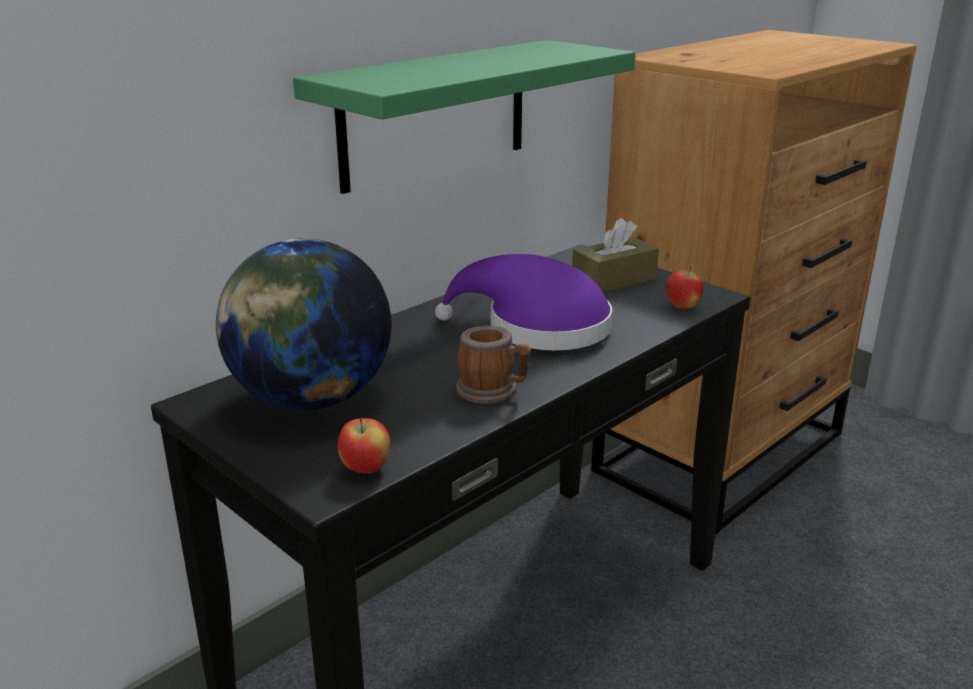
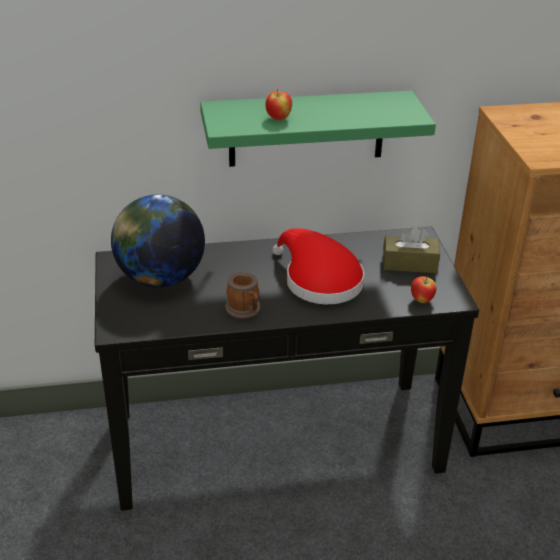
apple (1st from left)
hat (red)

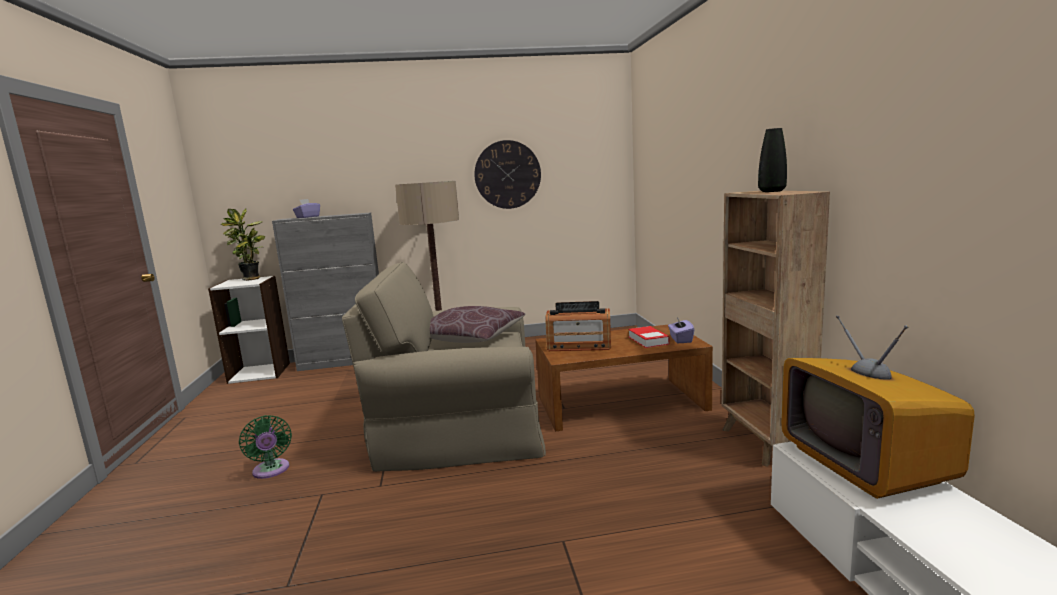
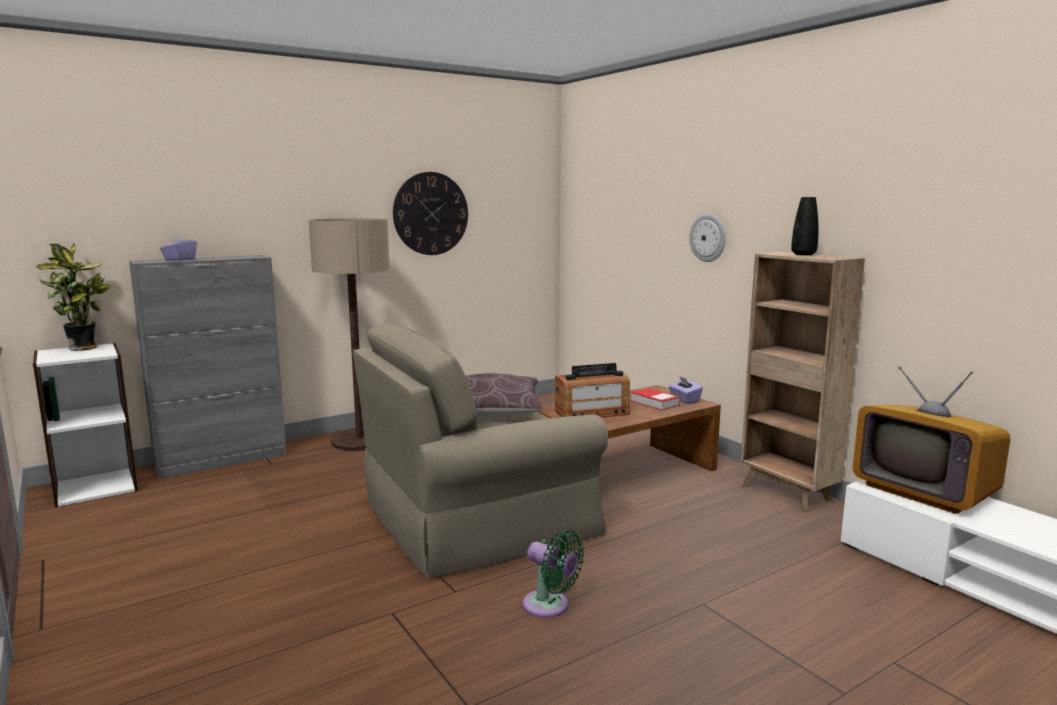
wall clock (2nd from left)
fan (green)

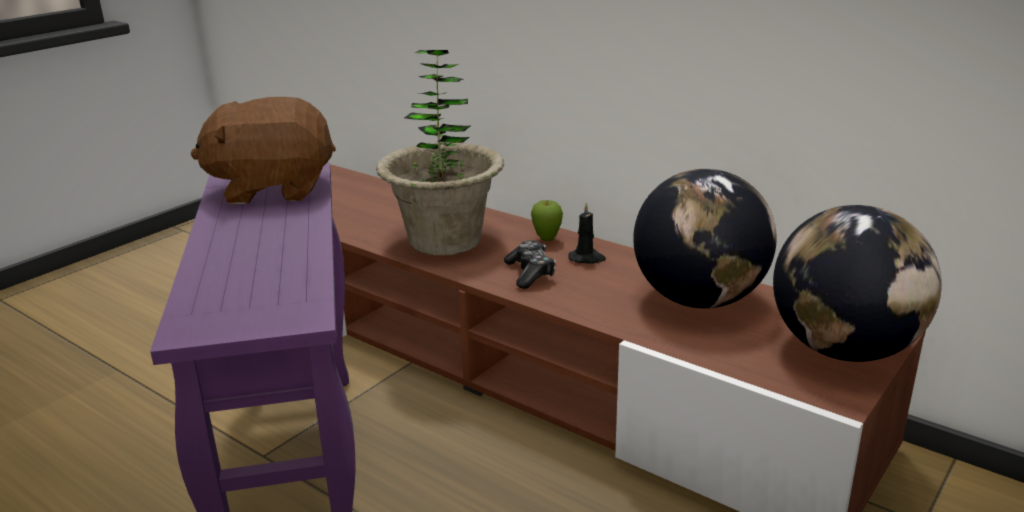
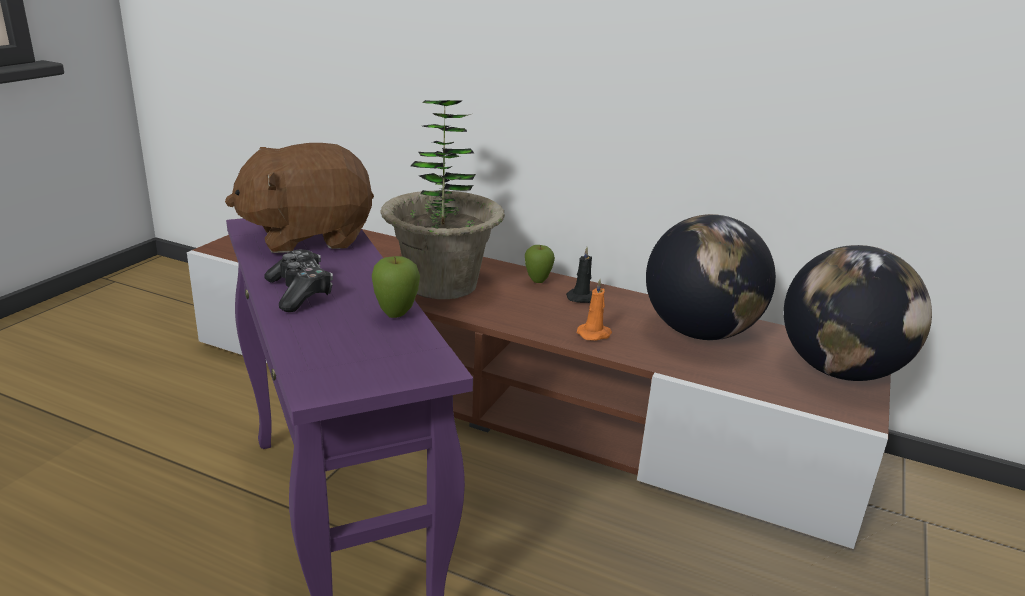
apple (1st from left)
candle (orange)
game controller

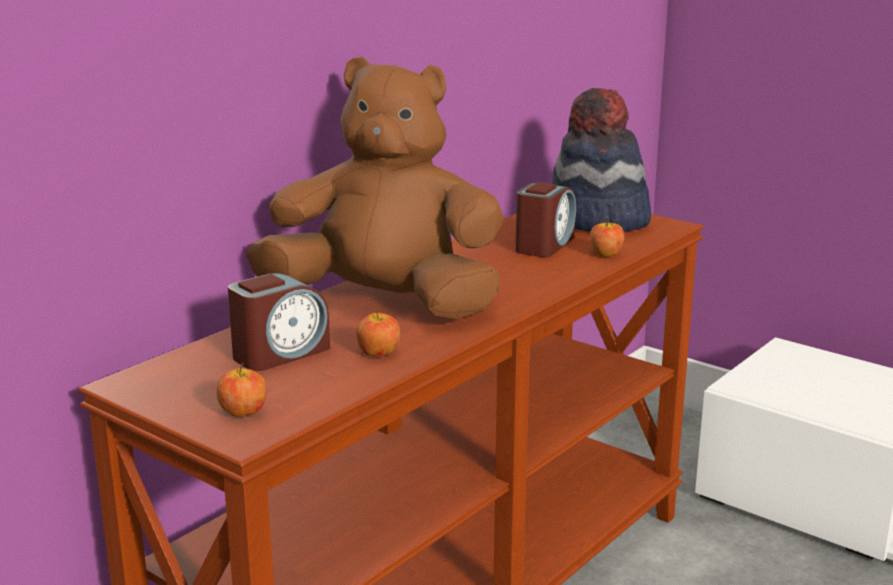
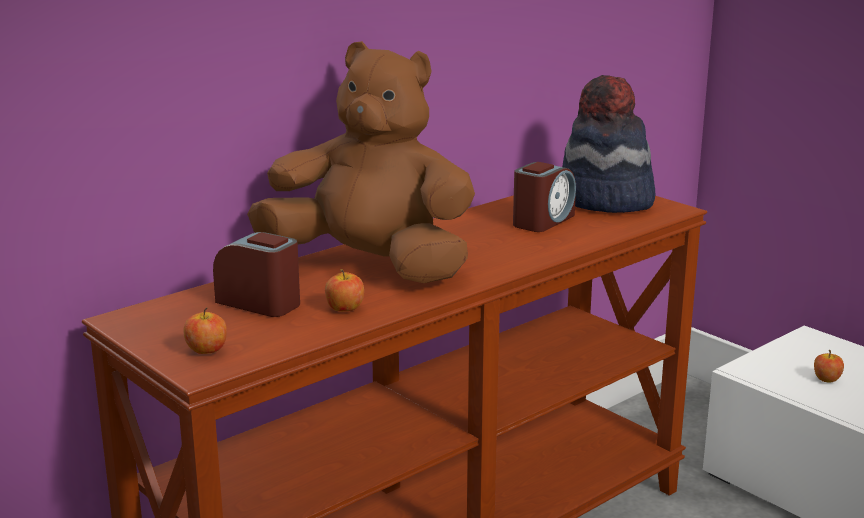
apple (3rd from left)
alarm clock (1st from left)

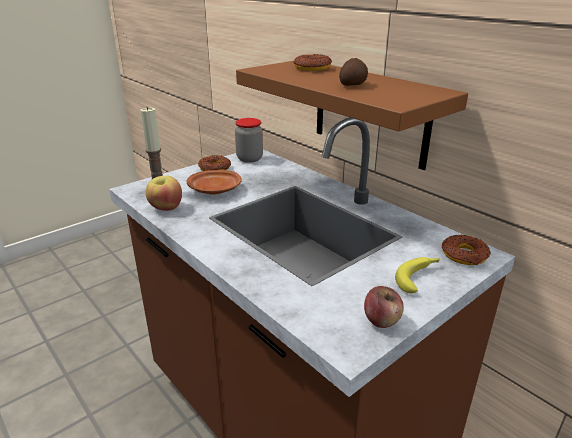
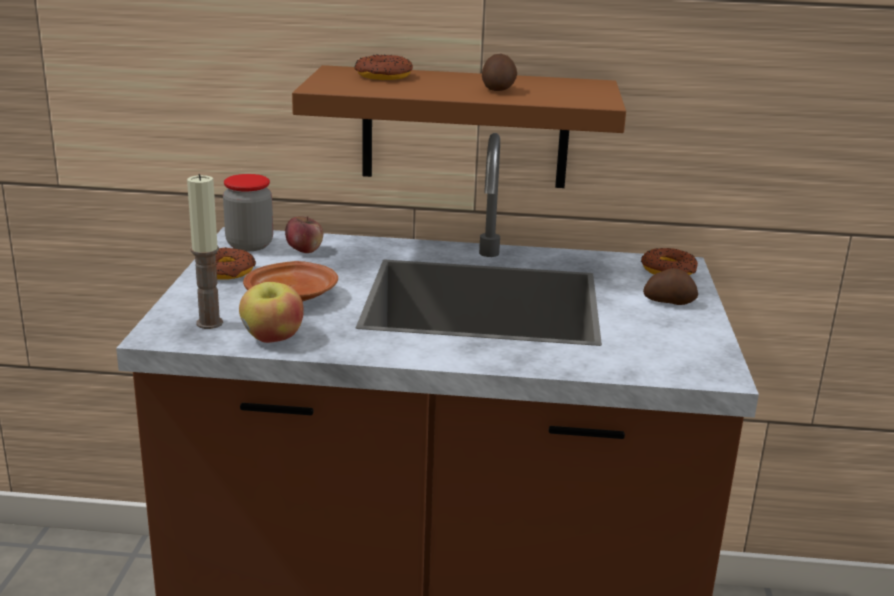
apple (2nd from left)
potato (2nd from left)

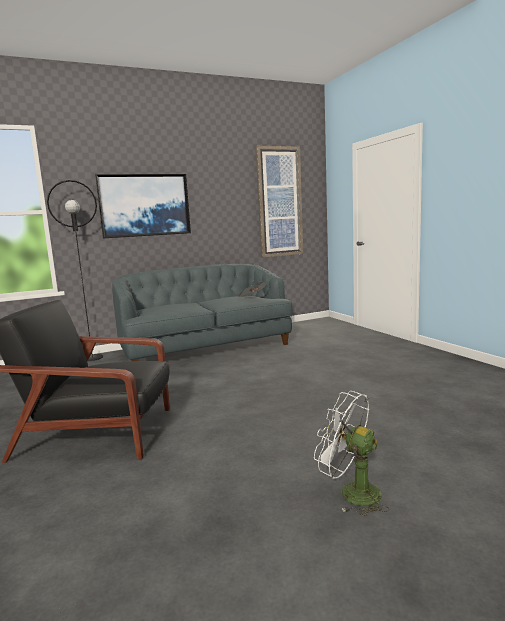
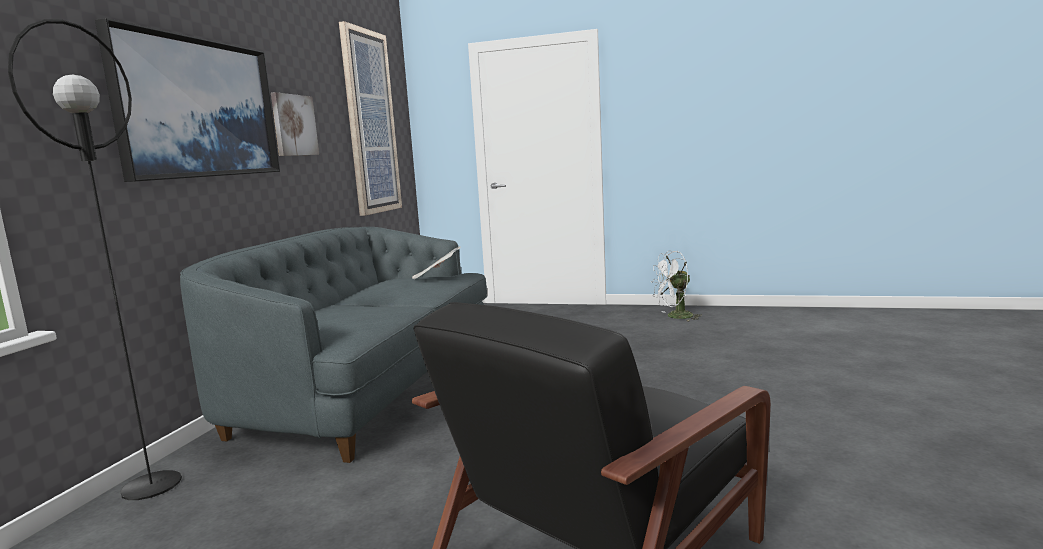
picture (2nd from left)
fan (white)

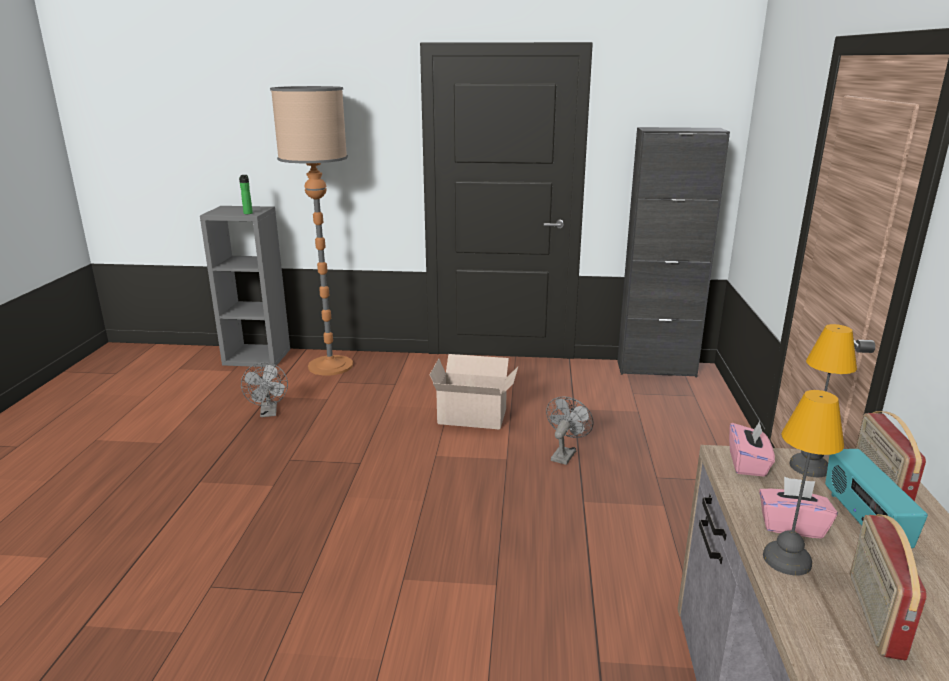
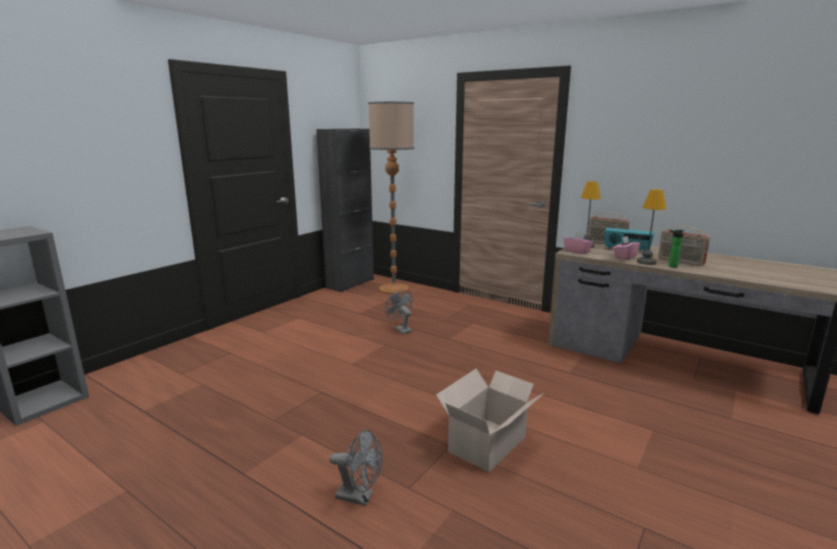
bottle
fan (grey) (1st from left)
floor lamp
cardboard box

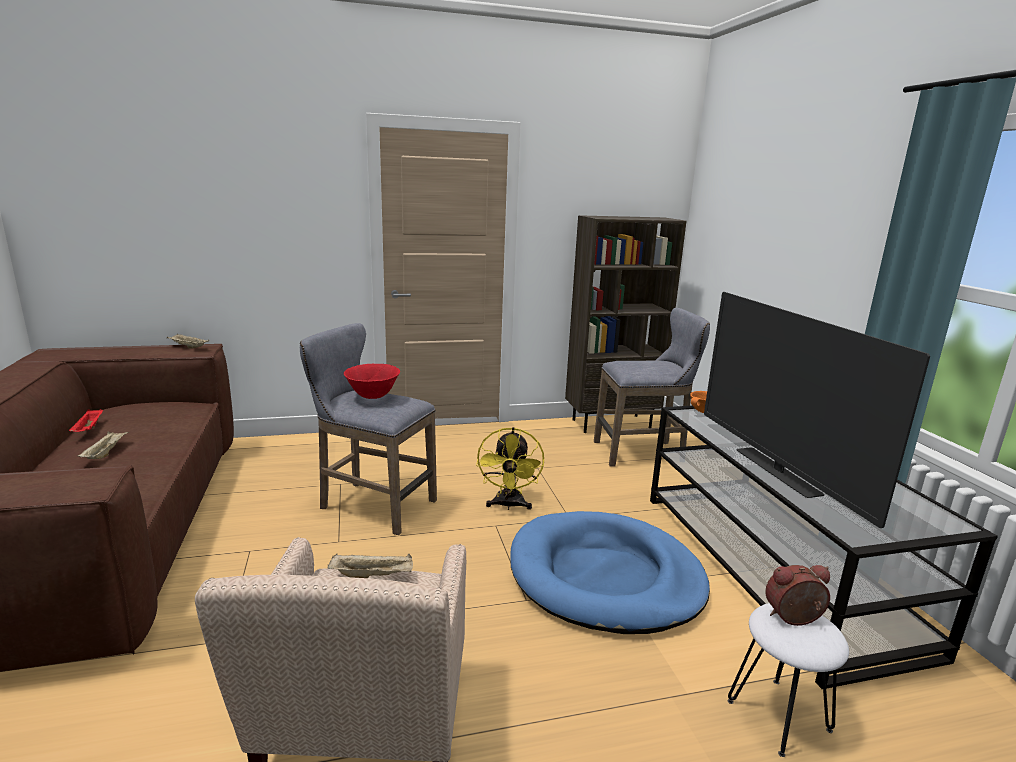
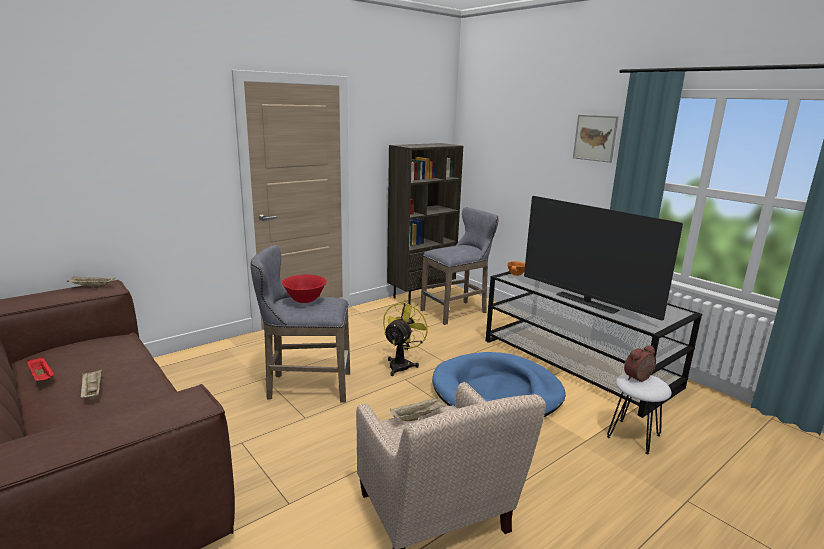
picture
fan (yellow)

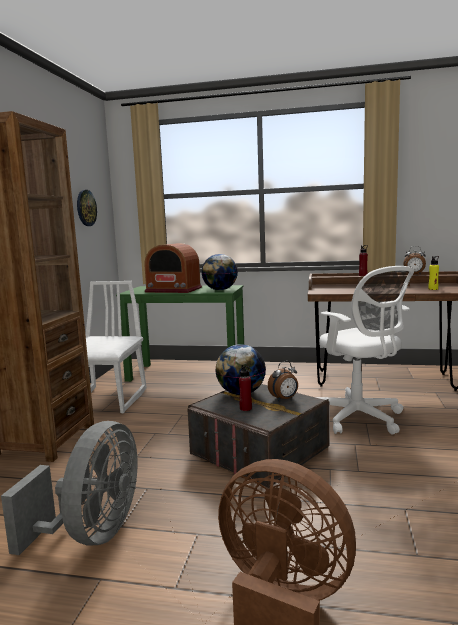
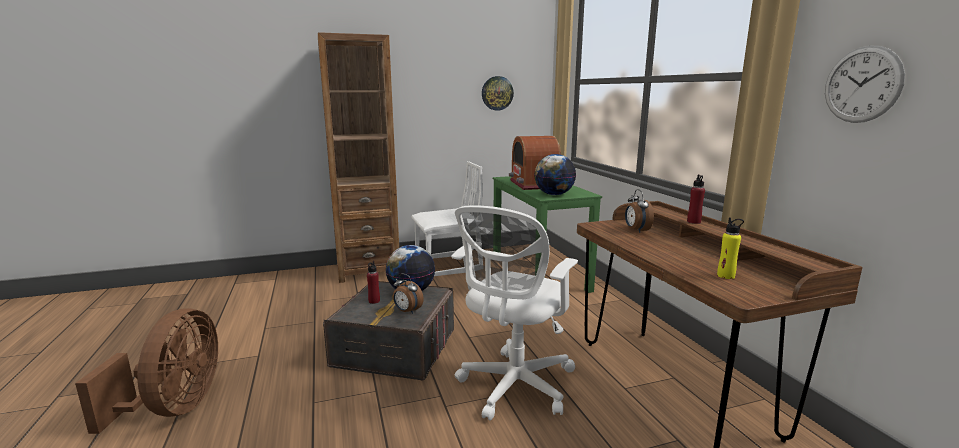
fan (grey)
wall clock (2nd from left)
alarm clock (2nd from left)

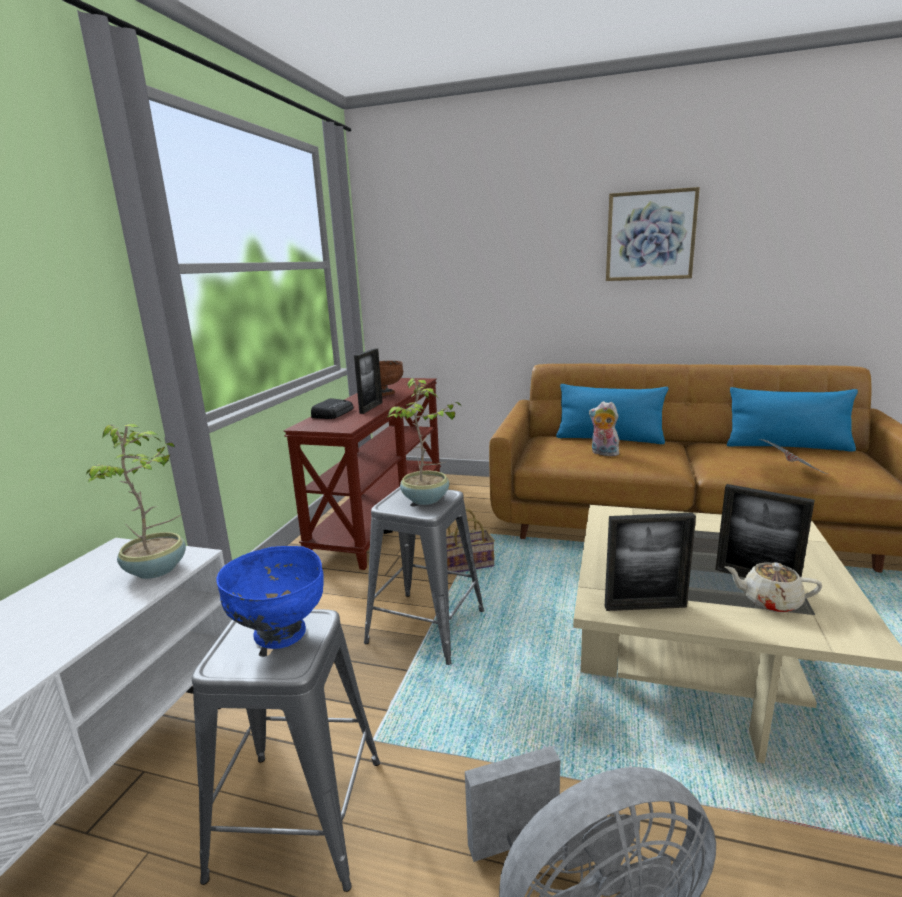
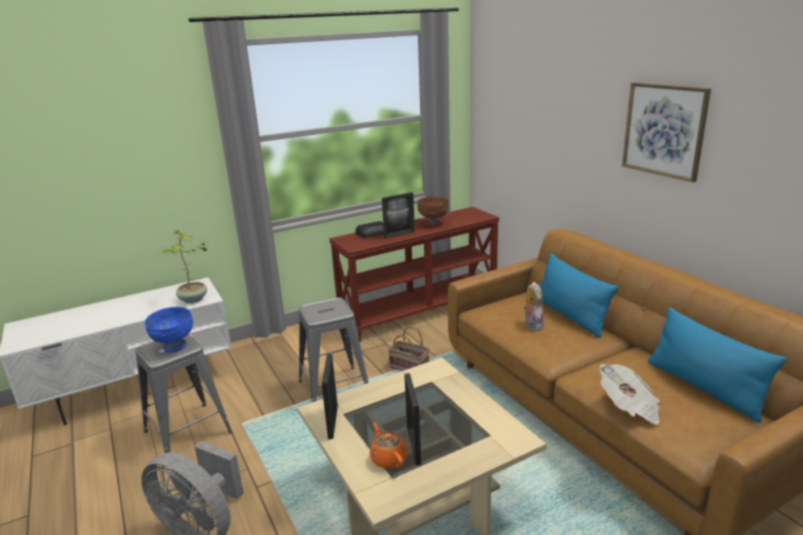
potted plant (2nd from left in the first image)
teapot (orange)
picture frame (1st from left)

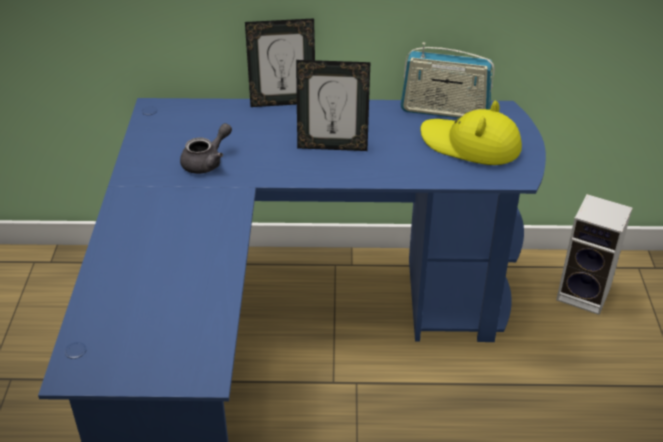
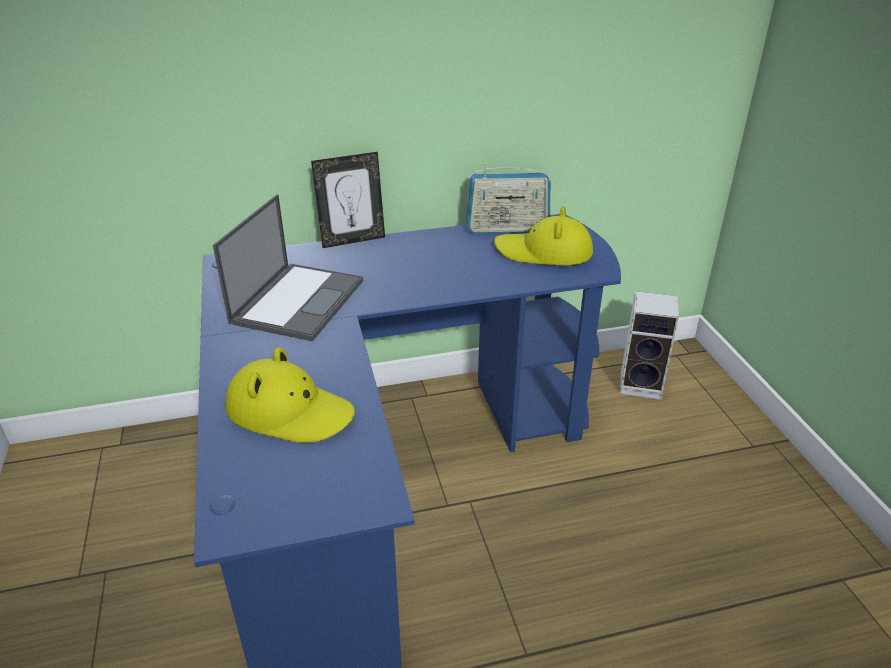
picture frame (2nd from left in the first image)
hat (yellow) (1st from left)
laptop

